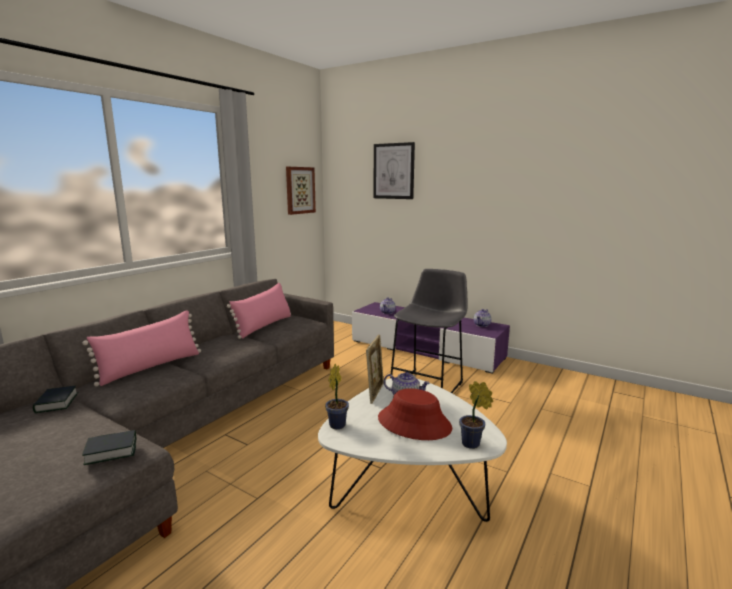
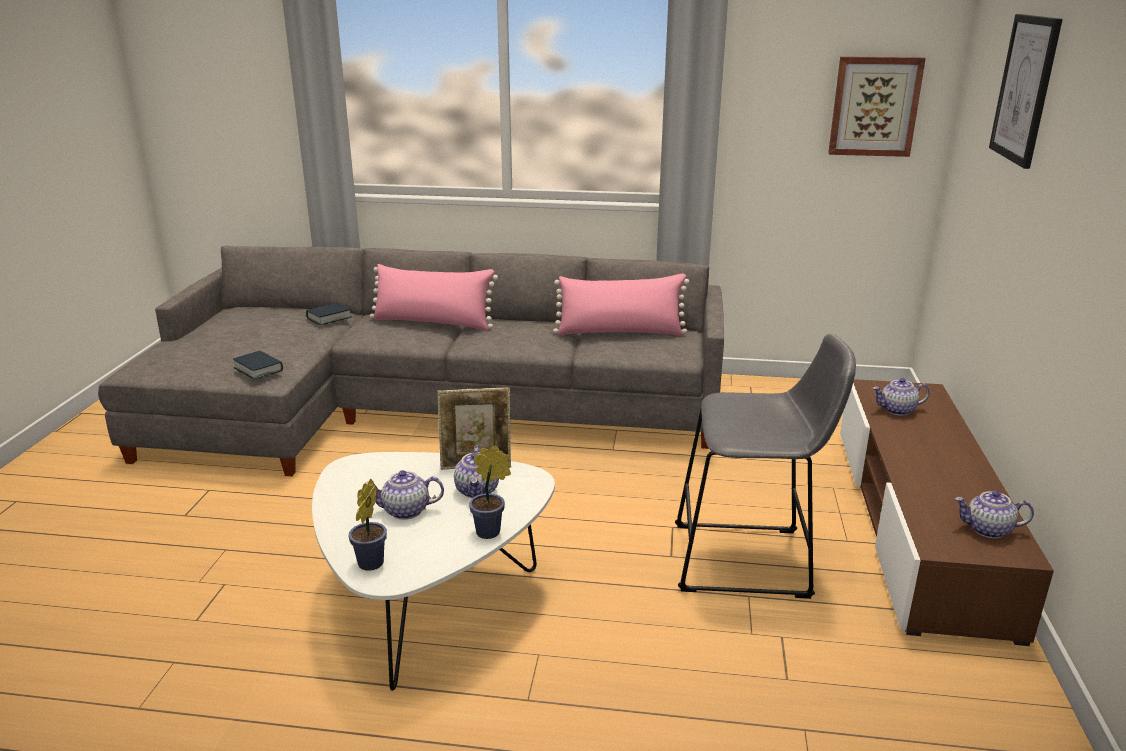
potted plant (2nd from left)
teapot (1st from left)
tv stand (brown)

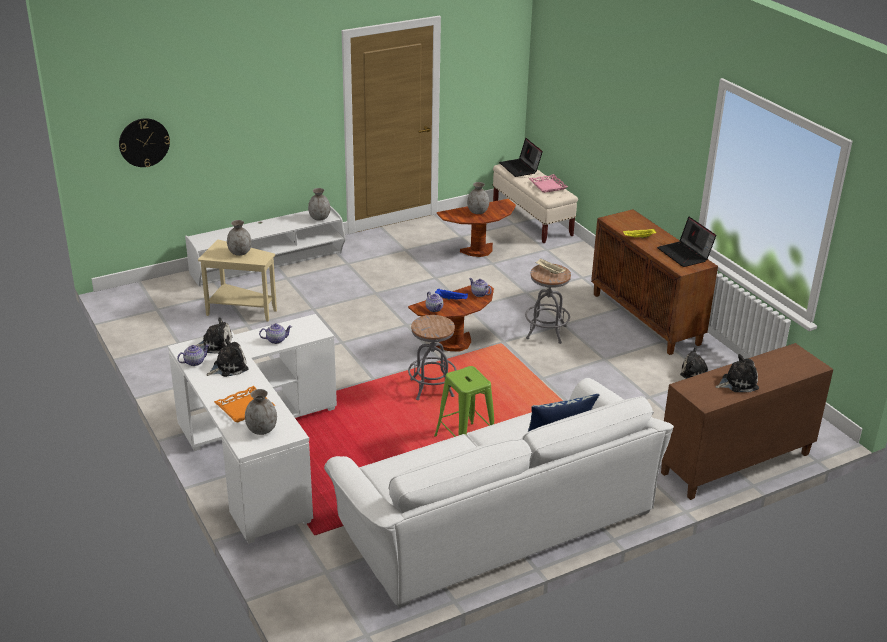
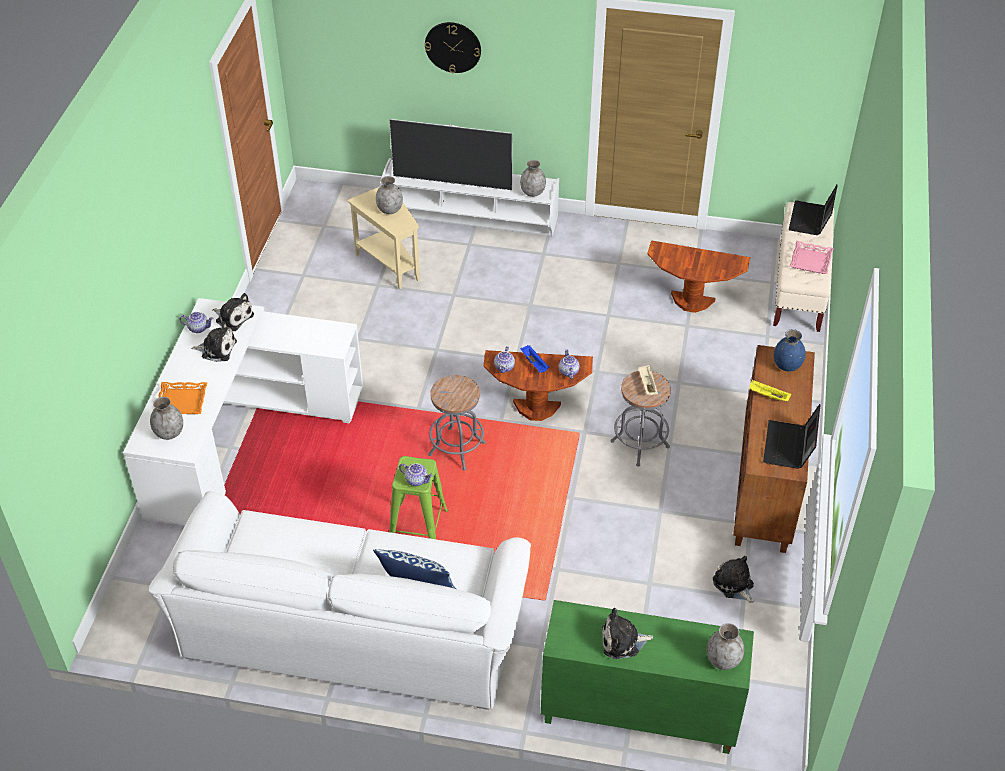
television
vase (blue)
wall clock
teapot (2nd from left)
vase (grey) (4th from left)
cabinet (green)
plush toy (3rd from left)

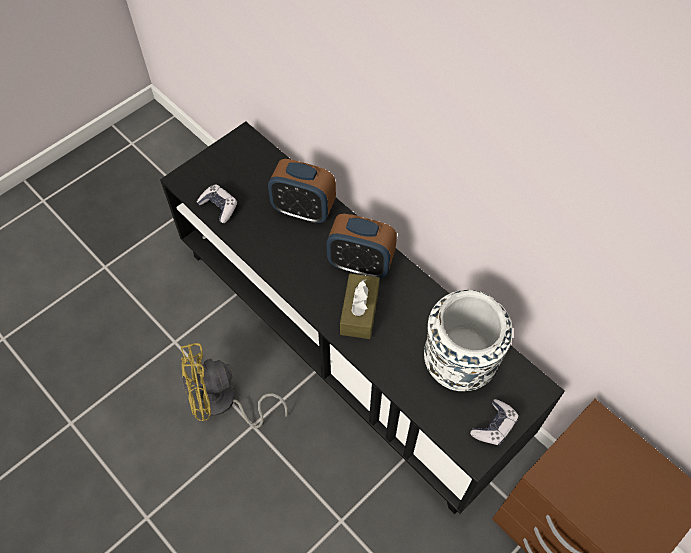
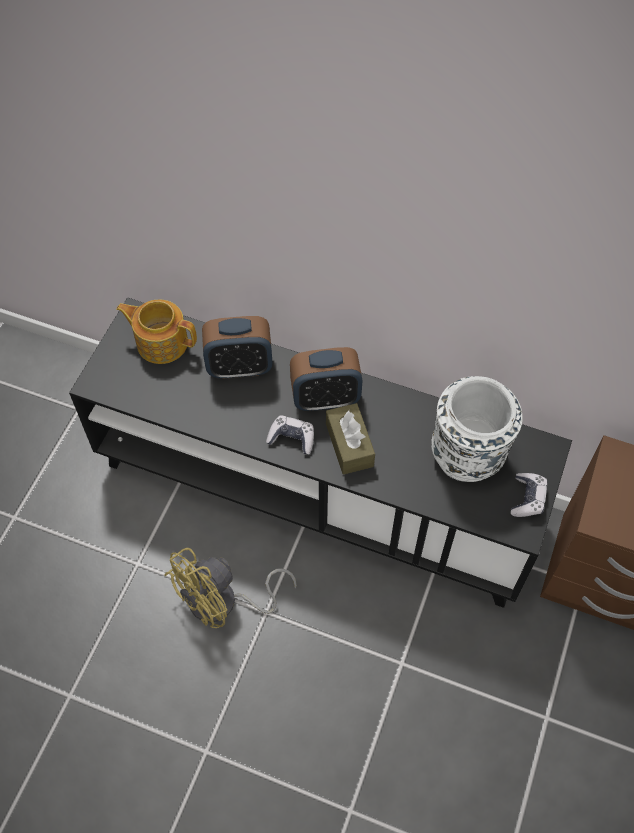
teapot
game controller (1st from left)

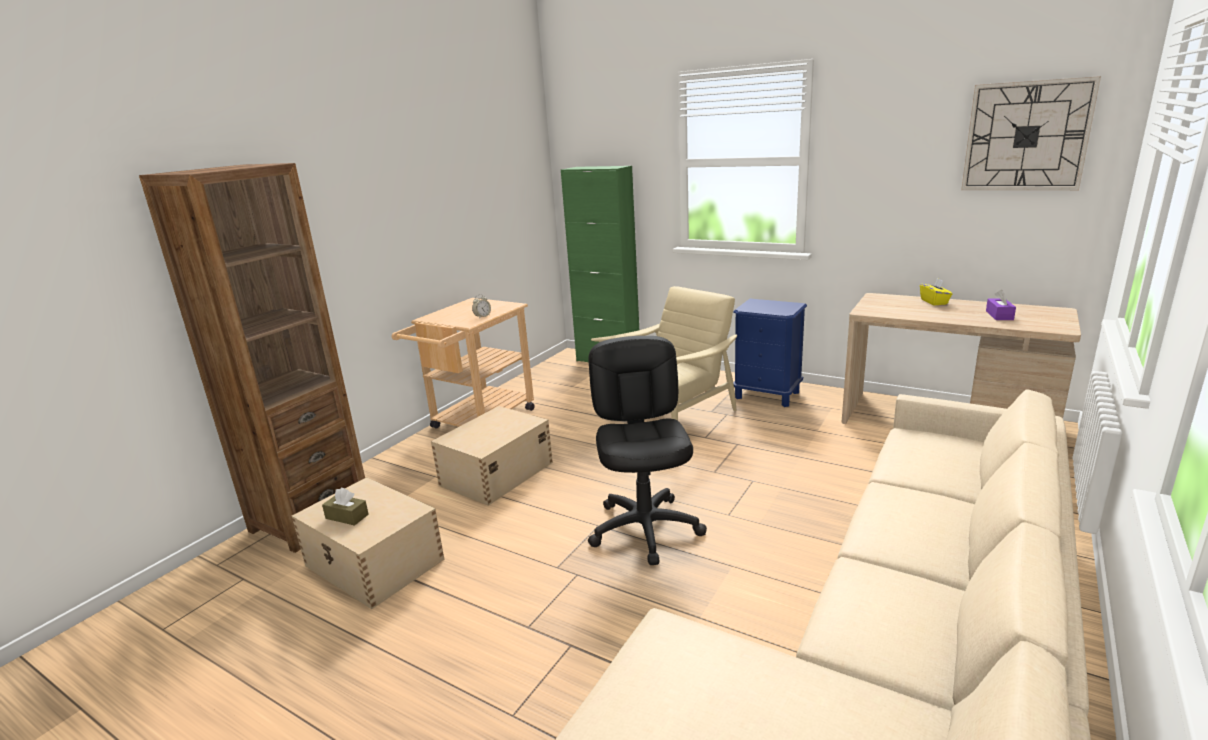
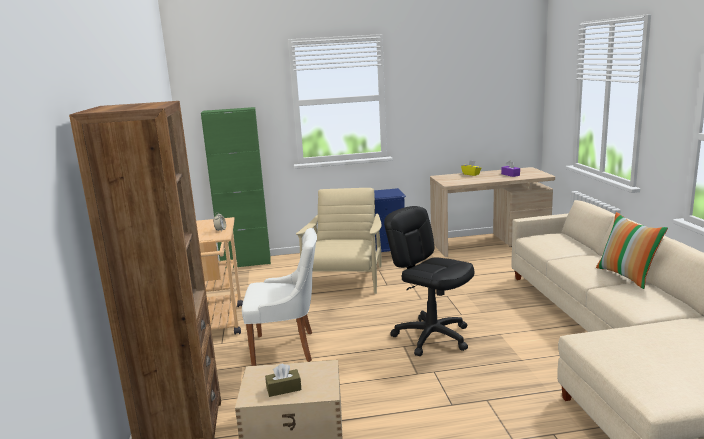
wall clock
pillow
chair (white)

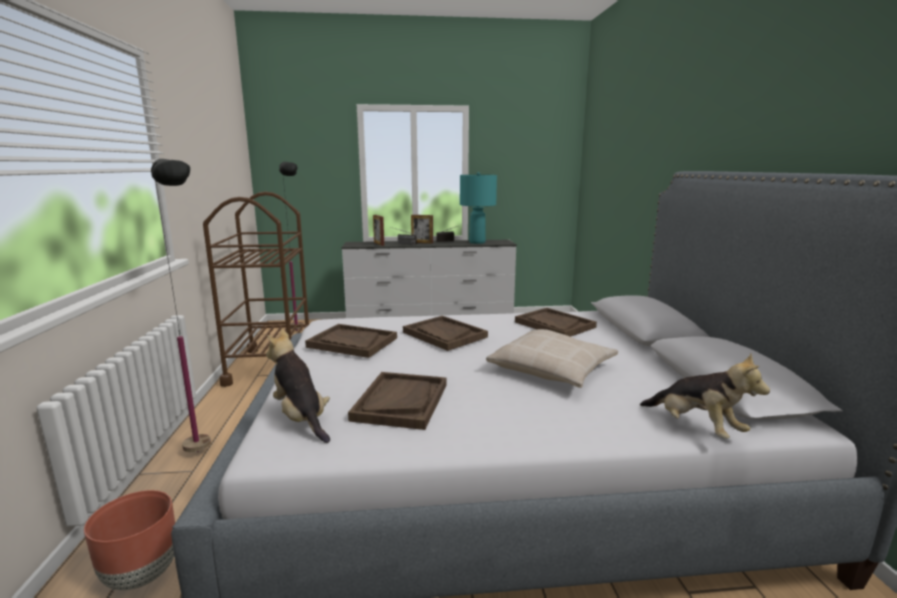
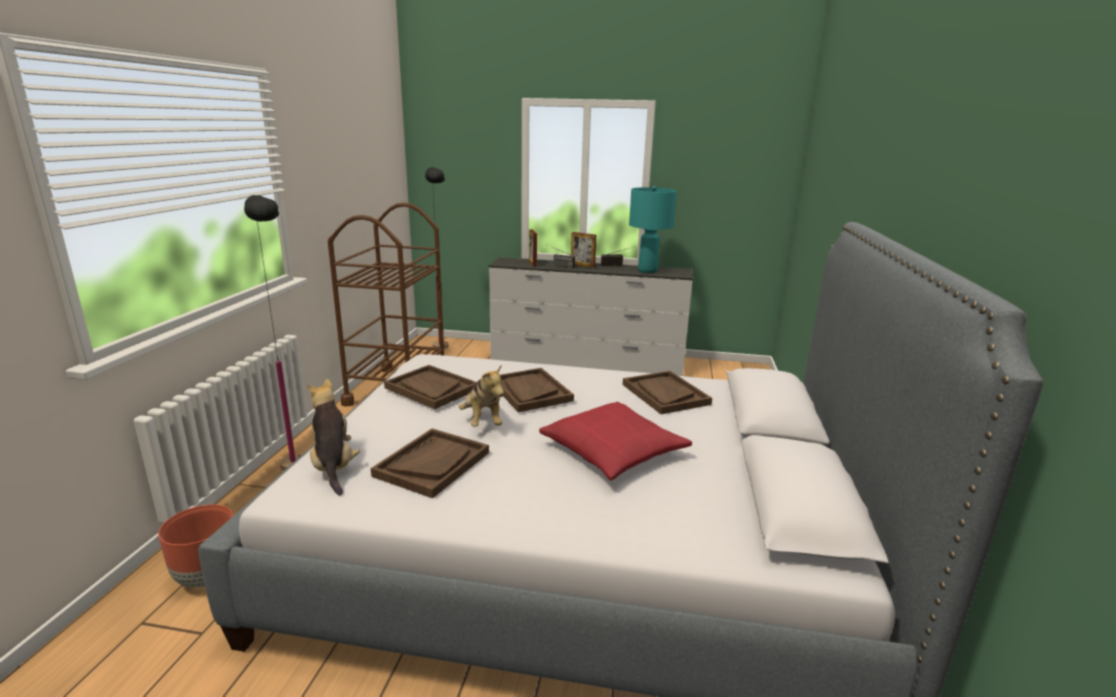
plush toy (2nd from left)
pillow (red)

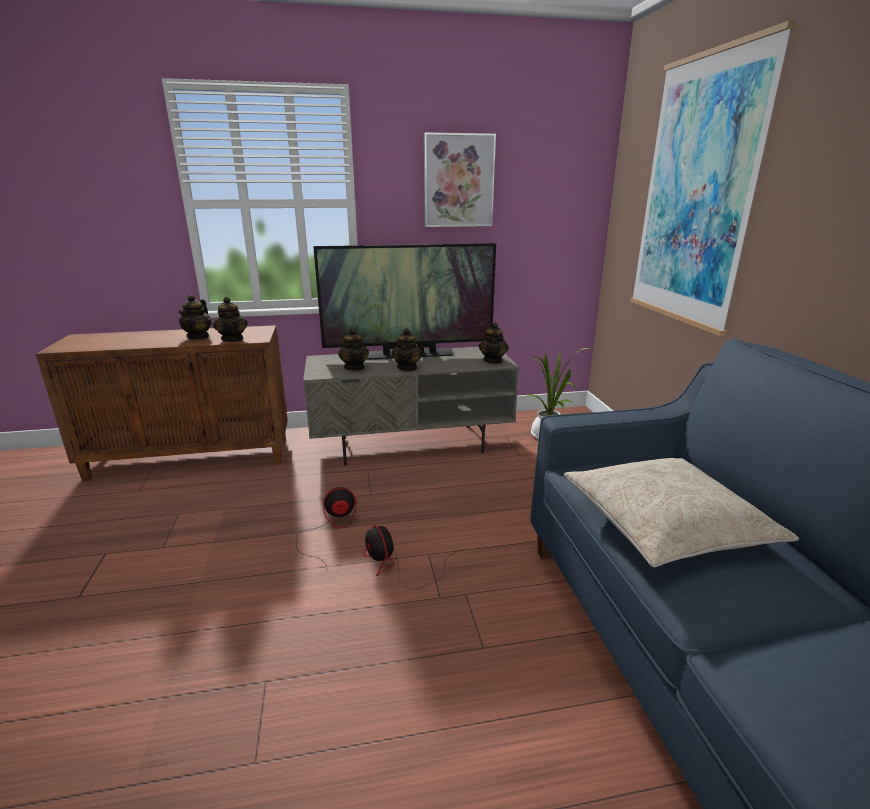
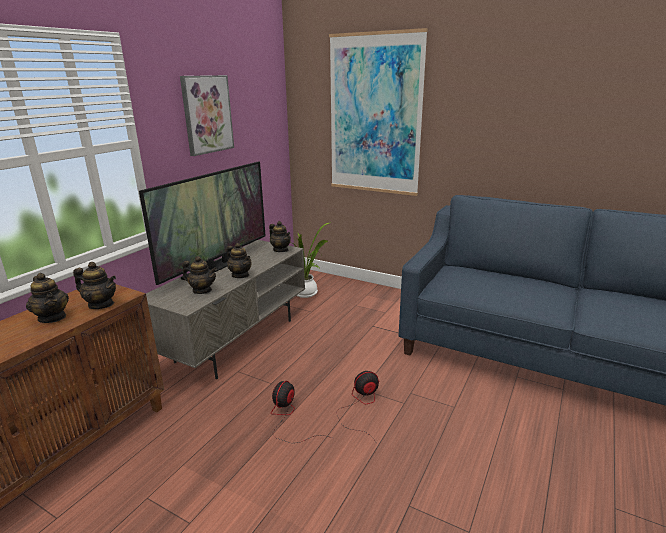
pillow (beige)
fan (2nd from left)

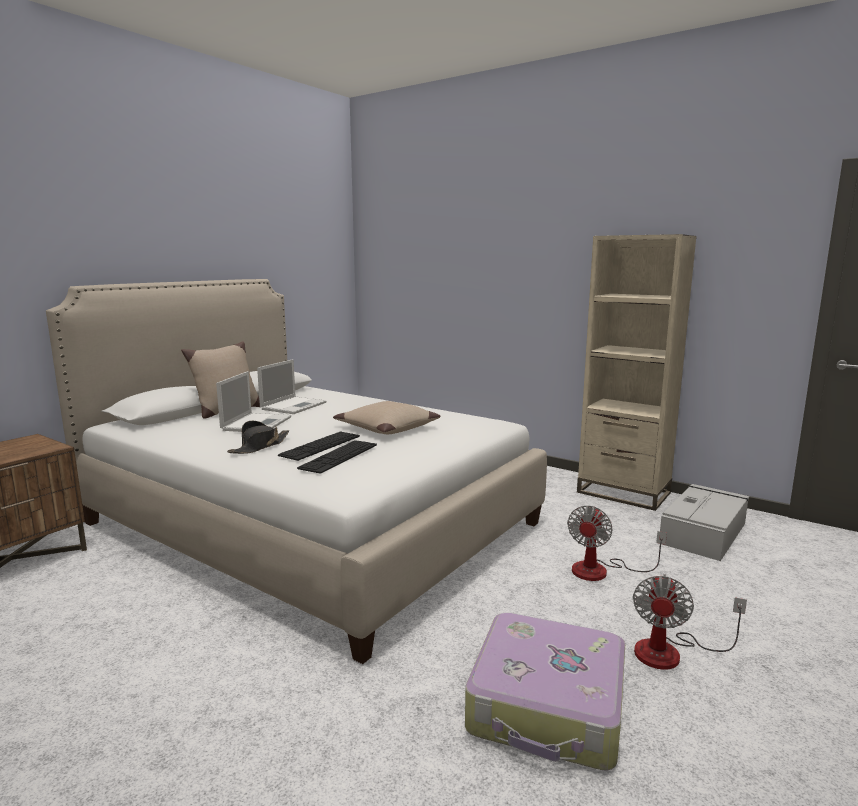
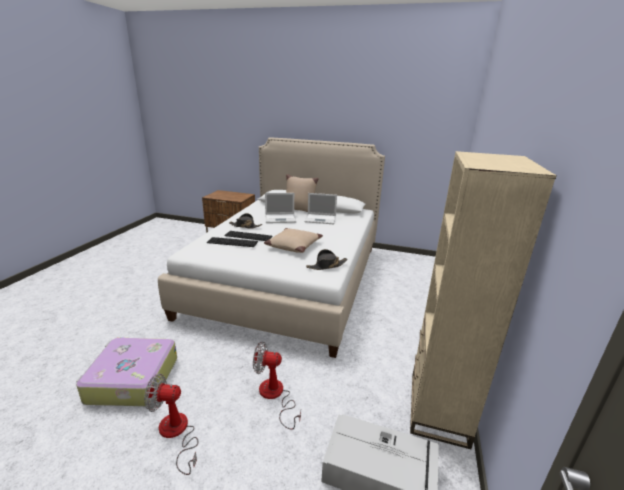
hat (black) (2nd from left)

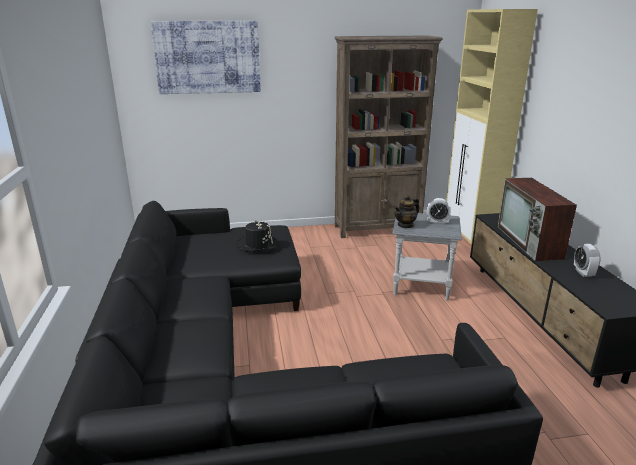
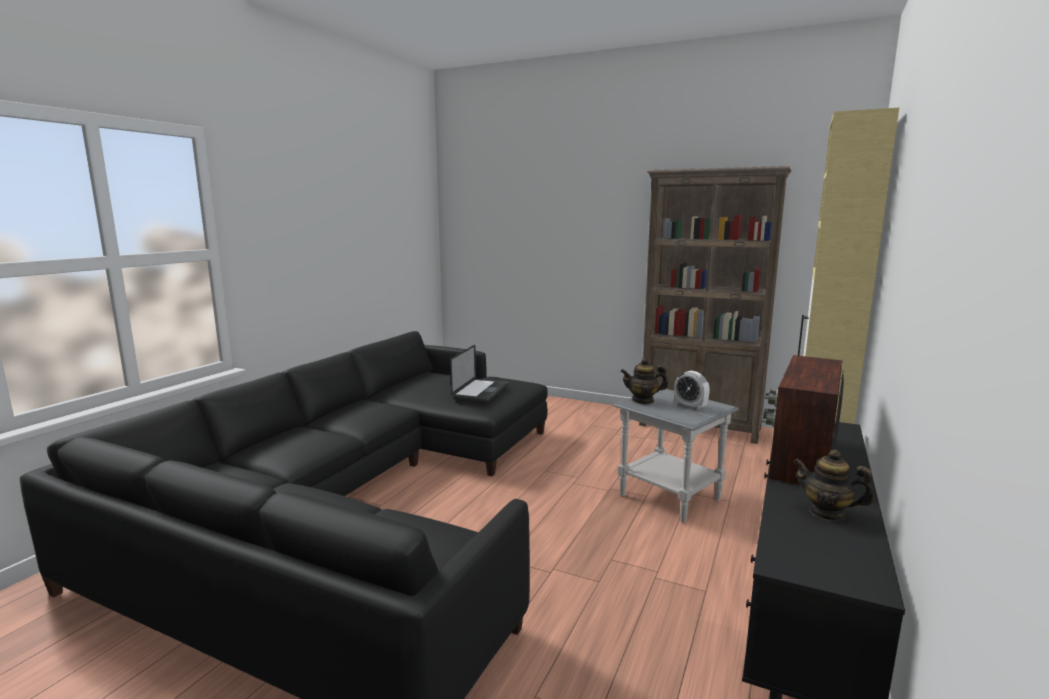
picture
laptop
teapot (2nd from left)

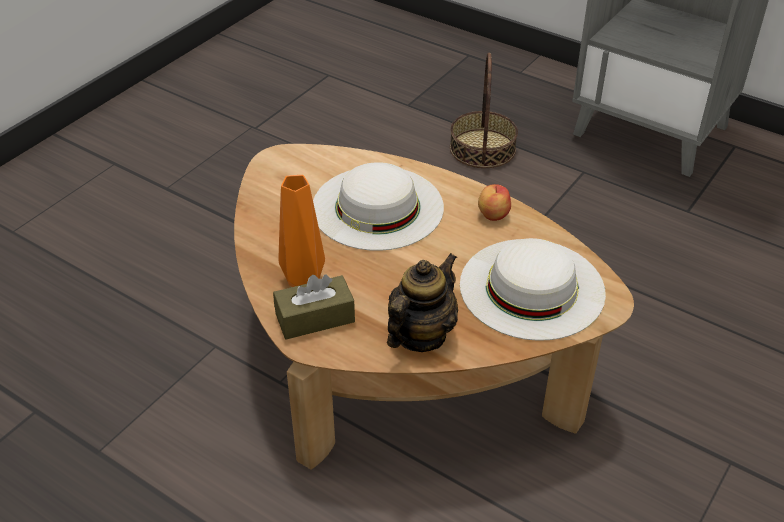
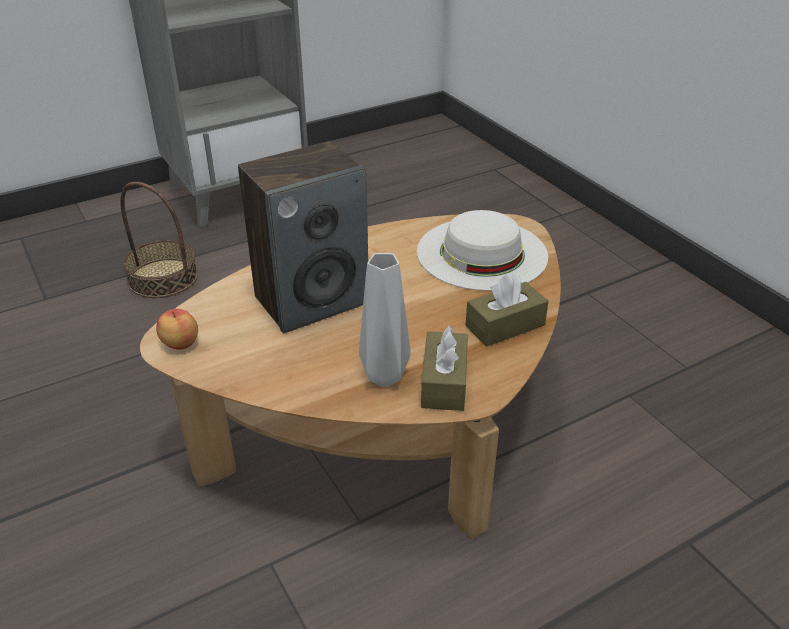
apple
speaker
tissue box (brown) (2nd from left)
vase (grey)

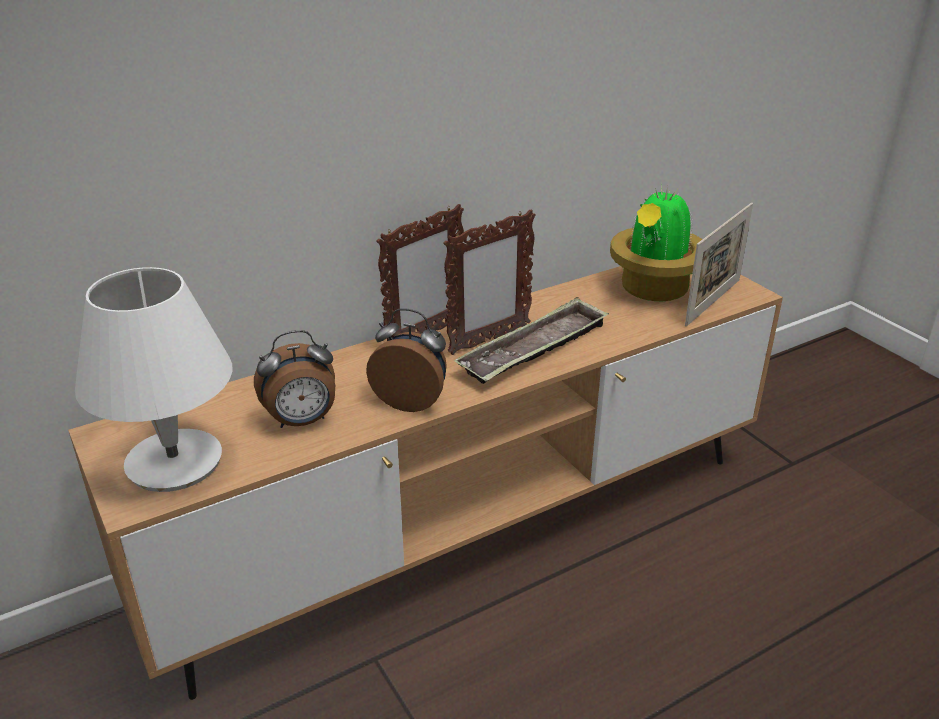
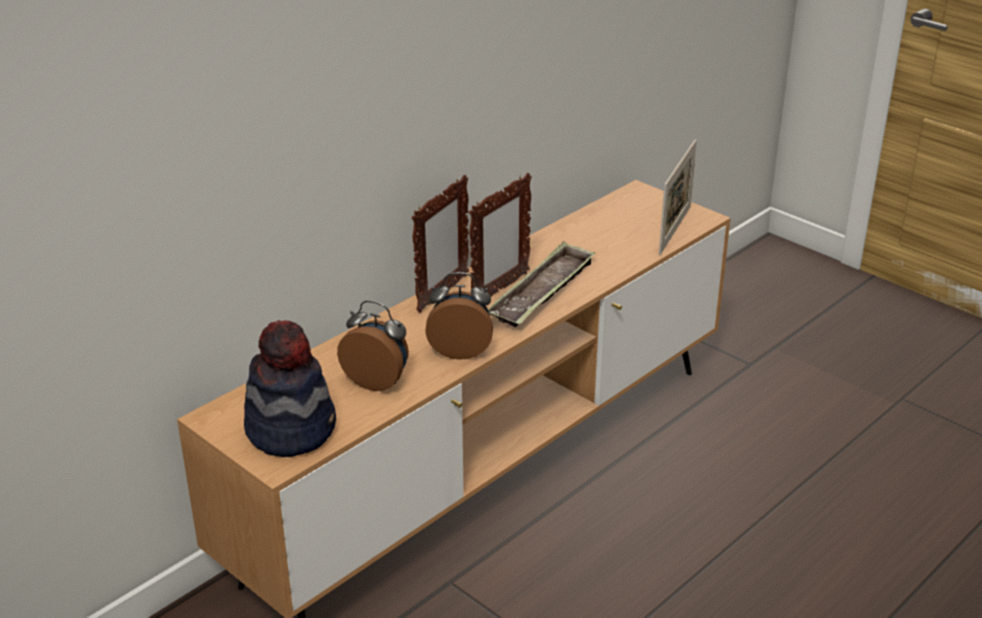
potted plant
hat
alarm clock (1st from left)

